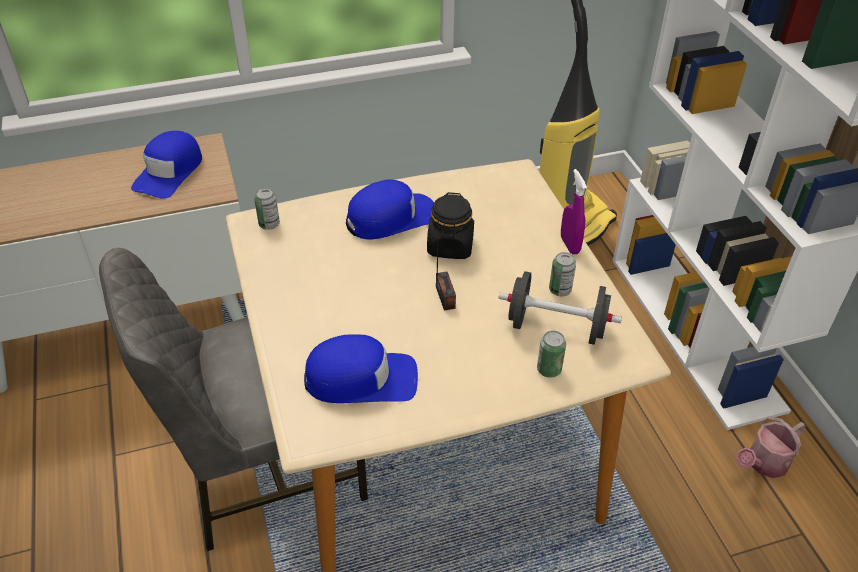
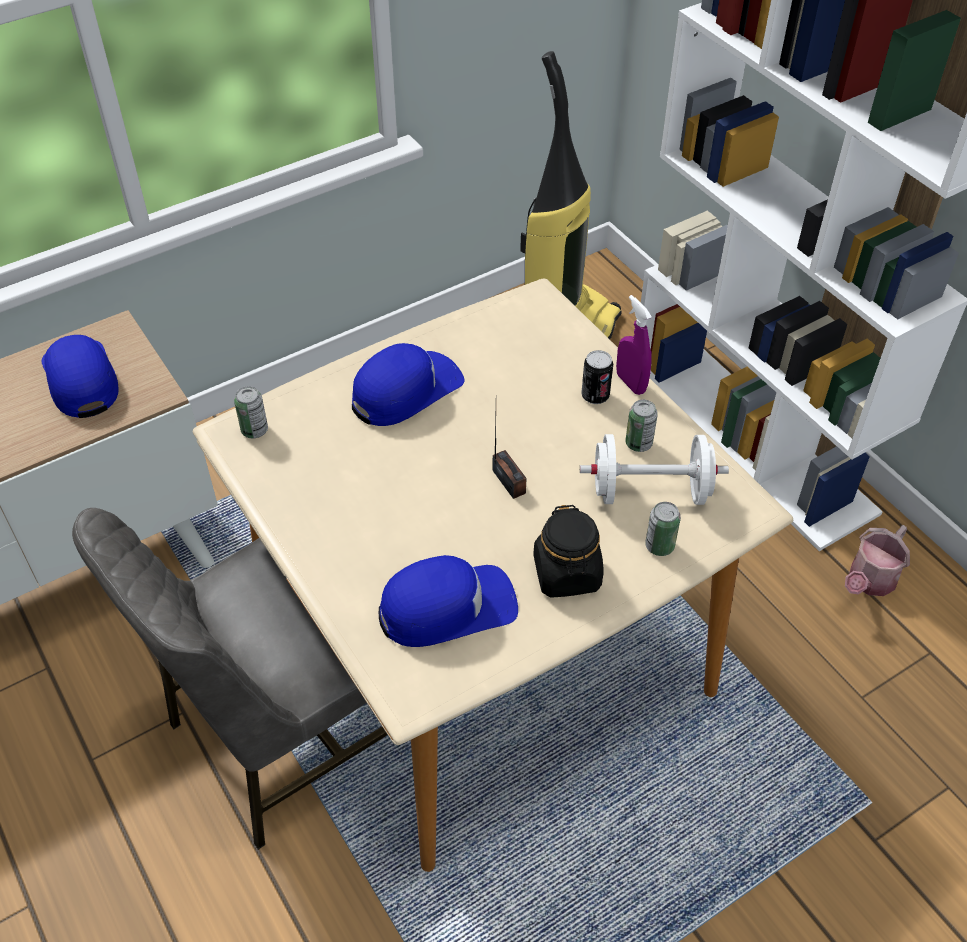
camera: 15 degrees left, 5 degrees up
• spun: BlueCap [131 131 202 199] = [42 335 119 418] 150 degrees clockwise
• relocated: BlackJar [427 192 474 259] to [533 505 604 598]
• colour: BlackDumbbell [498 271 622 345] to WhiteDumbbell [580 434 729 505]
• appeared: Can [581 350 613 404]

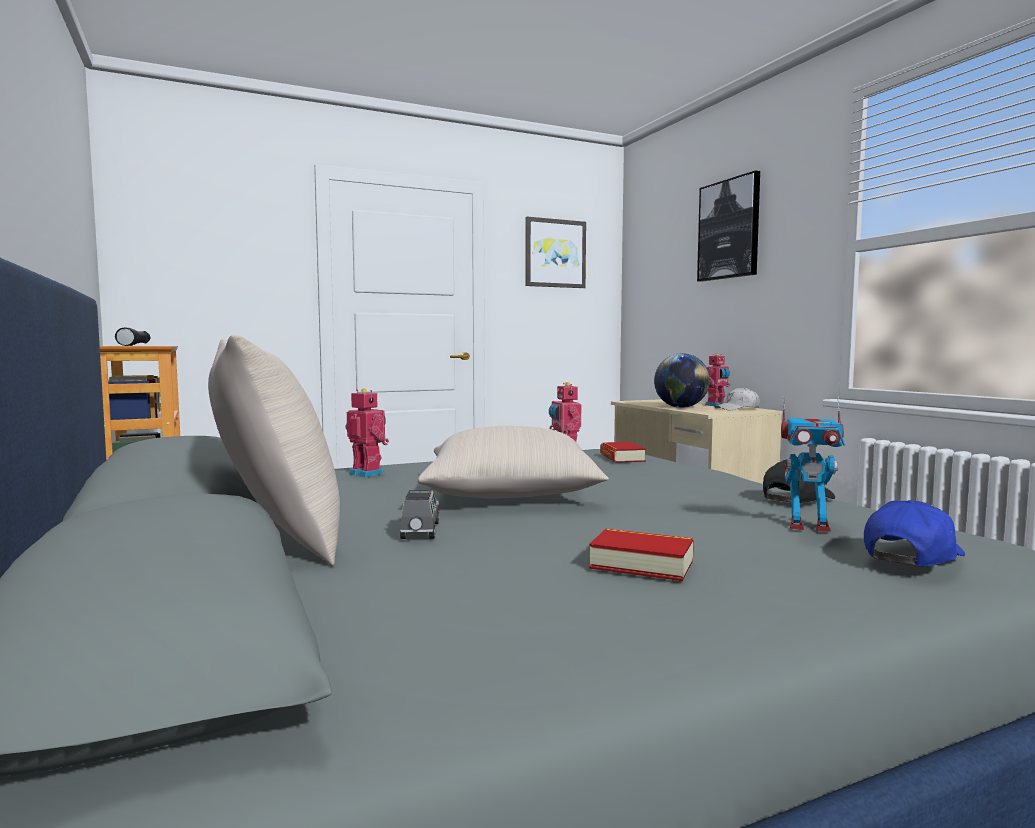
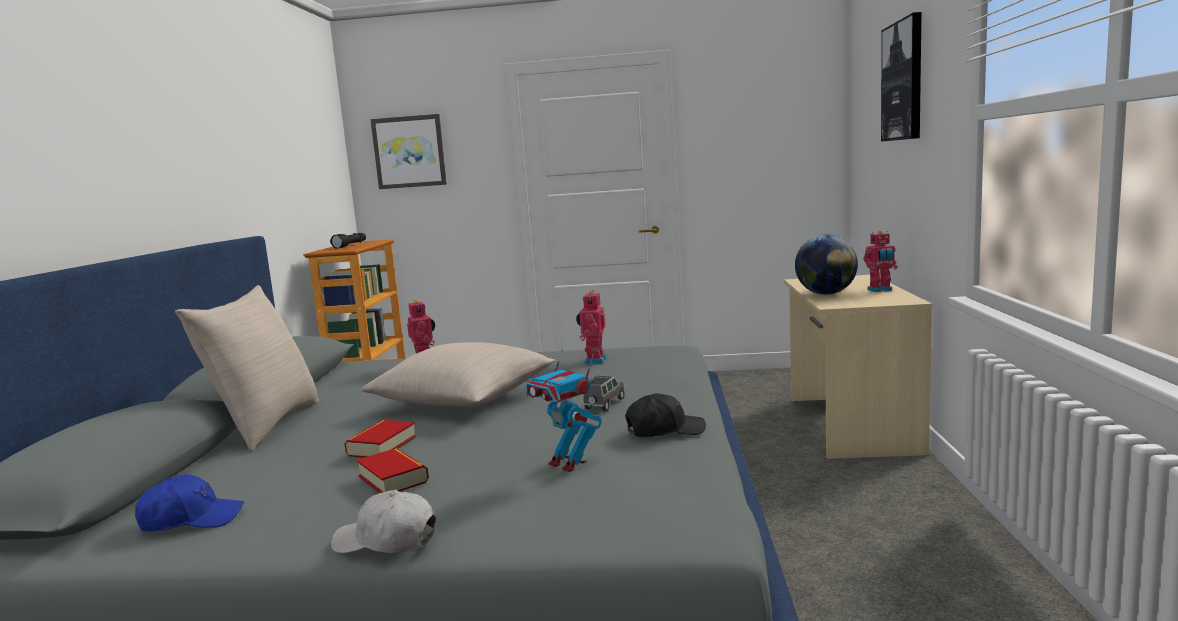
camera: 30 degrees right, 5 degrees up
• relocated: BlueCap [864 500 965 567] to [135 474 244 532]
• relocated: WhiteCap [715 387 760 410] to [331 490 436 553]
• relocated: Book [600 442 646 463] to [344 420 416 458]
• relocated: Picture [526 217 586 288] to [371 114 447 189]
• relocated: GreyToyCar [400 490 439 539] to [584 375 625 411]

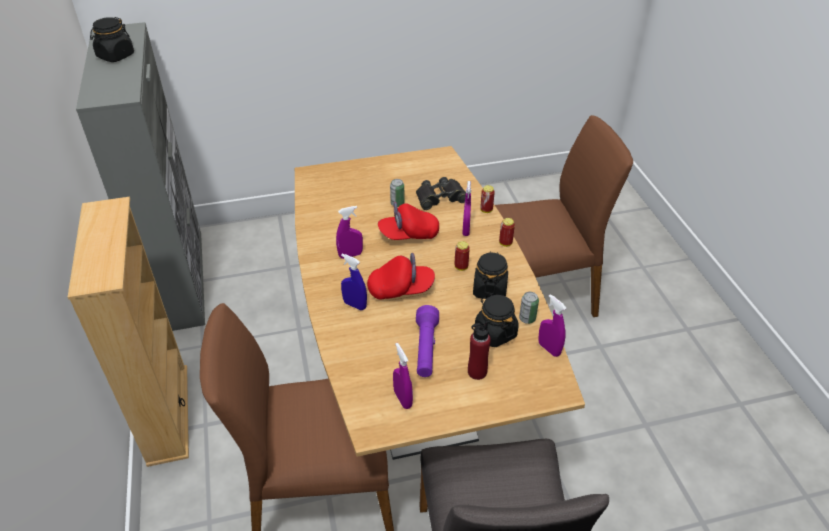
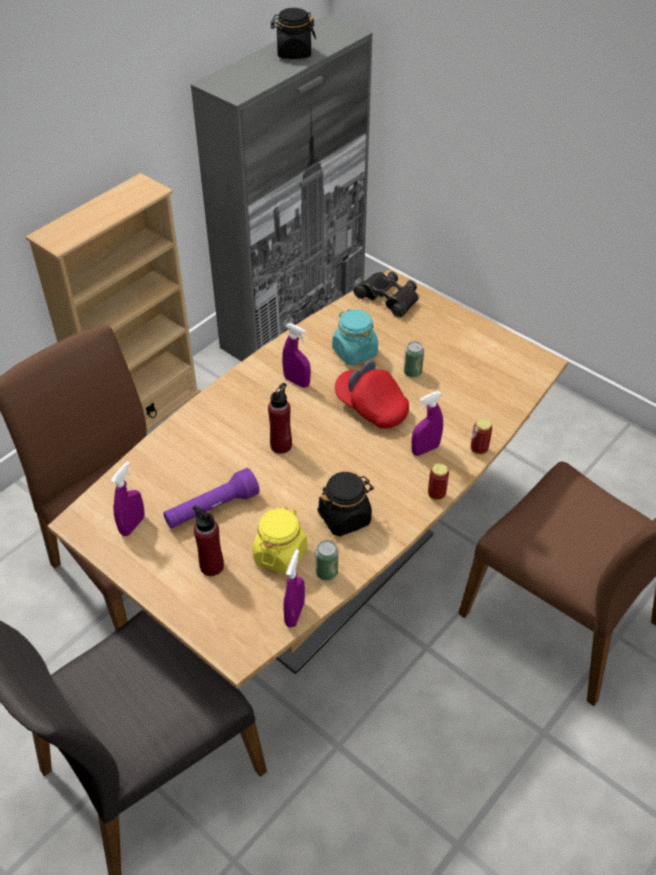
camera: 55 degrees right, 5 degrees up
• colour: BlackJar [474 294 519 347] to YellowJar [252 506 307 574]
• exchanged: RedCap [367 253 435 300] to RedBottle [268 383 292 454]
• appeared: TurquoiseJar [332 309 378 365]
• relocated: BlackBinoculars [416 177 466 210] to [353 271 419 318]
• missing: BlueSprayBottle [341 254 367 310]
• missing: Can [455 241 470 271]

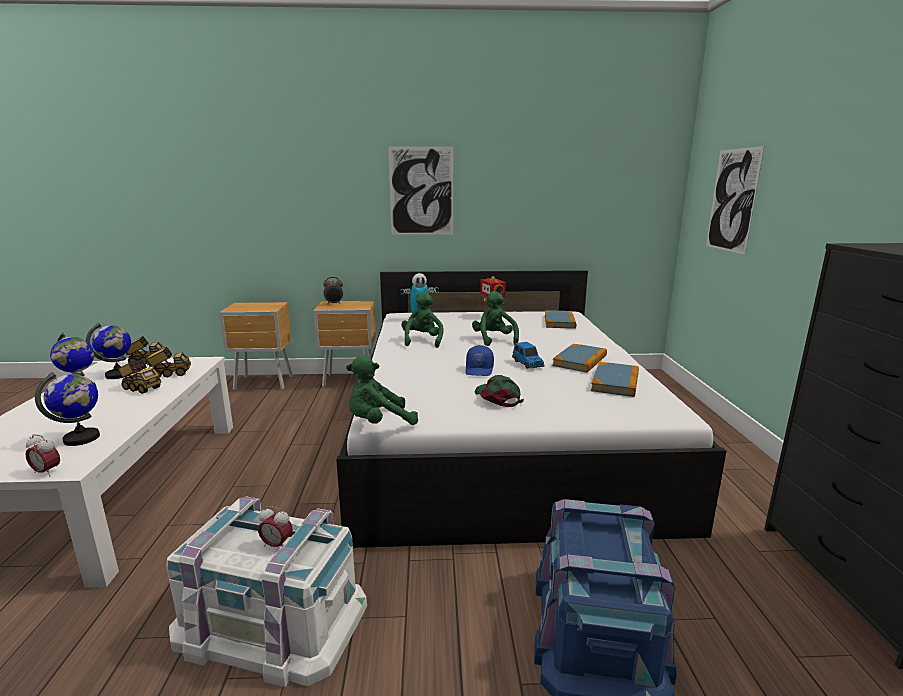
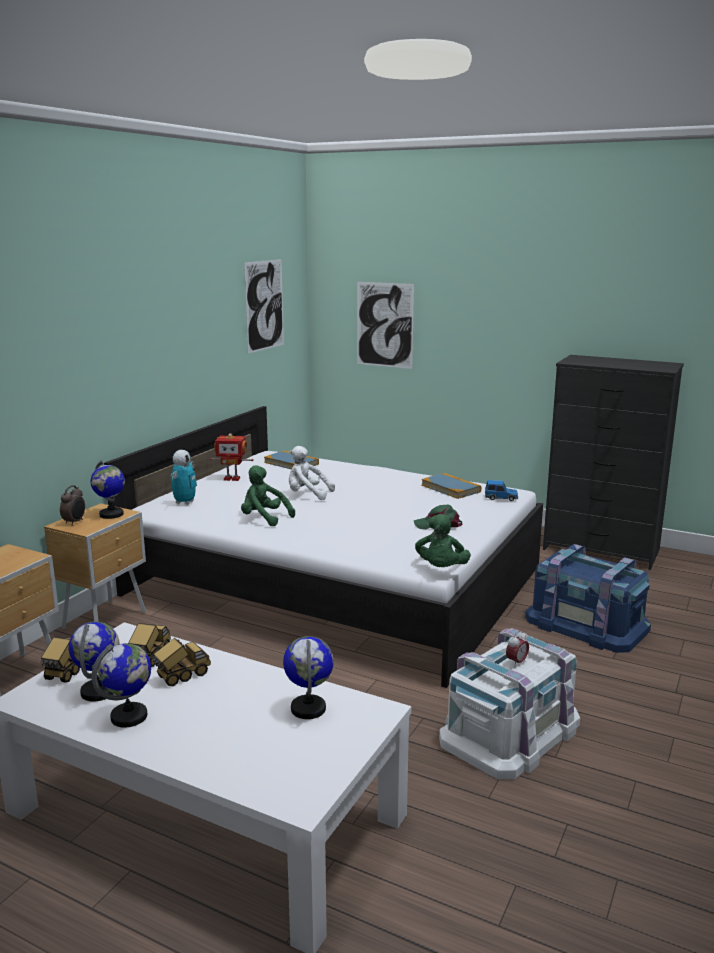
camera: 60 degrees left, 0 degrees up
• appeared: Globe [91 460 125 519]
• relocated: Picture [388 147 453 235] to [244 259 284 354]
• colour: GreenPlushToy [472 291 519 346] to WhitePlushToy [289 446 335 500]
• relocated: ToyCar [512 342 545 369] to [485 480 518 501]
• missing: AlarmClock [25 434 60 477]
• missing: BlueCap [465 345 494 376]
• missing: Book [552 344 607 373]

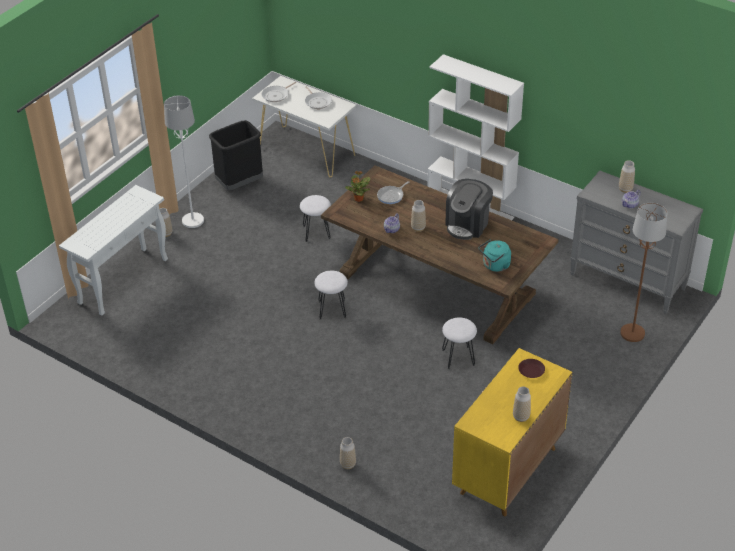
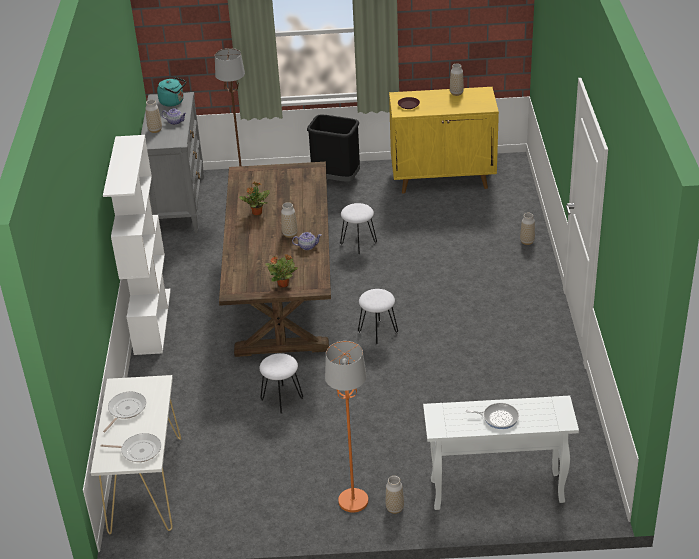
camera: 125 degrees left, 5 degrees down
• relocated: TurquoiseKettle [479 240 511 272] to [157 77 186 107]
• exchanged: CoffeeMachine [445 179 493 240] to PottedPlant [239 182 270 216]
• relocated: BlackTrashCan [209 120 263 190] to [307 115 360 182]
• colour: WhiteFloorLamp [164 95 204 228] to OrangeFloorLamp [325 341 368 512]
• relocated: FryingPan [377 181 409 204] to [465 403 519 429]

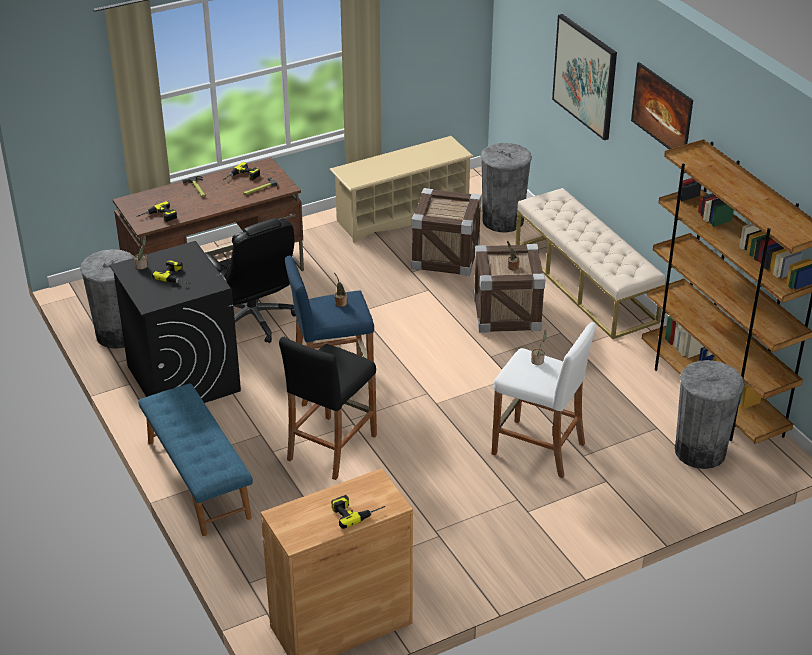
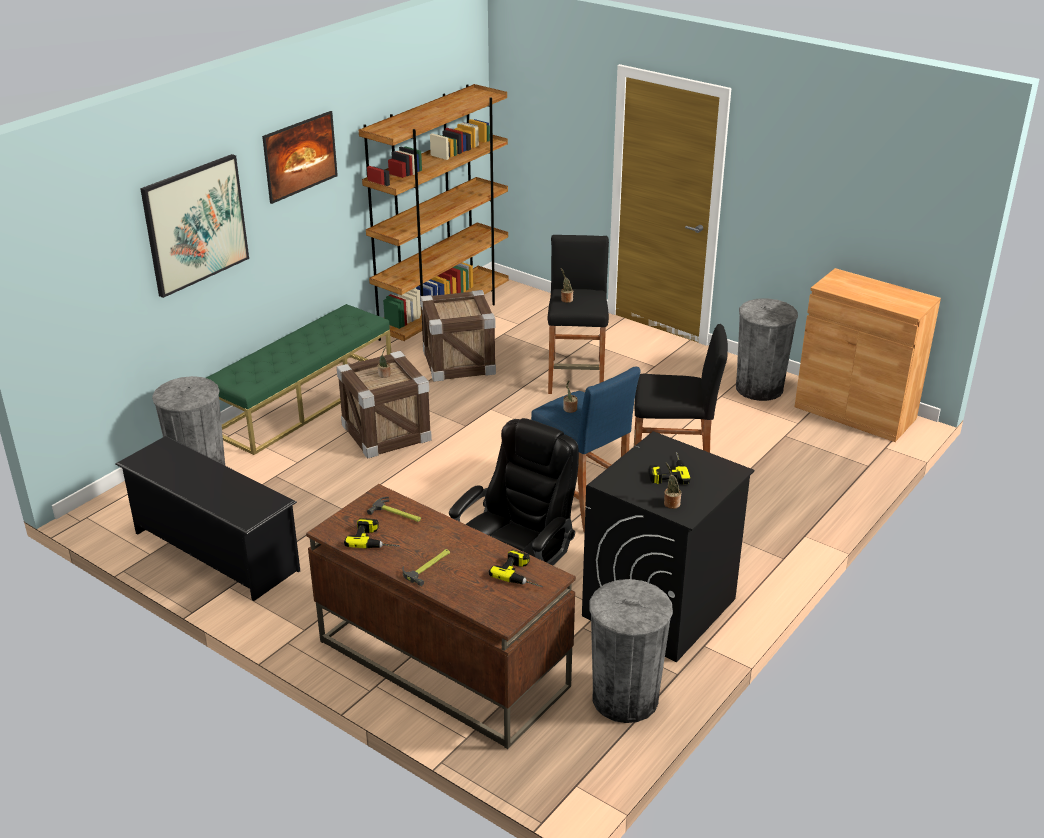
camera: 115 degrees left, 5 degrees down
• colour: BeigeShoeRack [329 136 474 242] to BlackShoeRack [115 436 300 601]
• colour: BeigeBench [515 188 666 339] to GreenBench [206 304 391 455]
• relocated: Crate [411 188 482 276] to [420 290 496 382]
• colour: WhiteStool [492 322 596 478] to BlackStool [548 235 609 394]
• relocated: GreyTrashCan [675 360 744 469] to [736 298 798 401]
• missing: BlueBench [138 383 253 536]
• missing: PowerDrill [331 495 385 529]

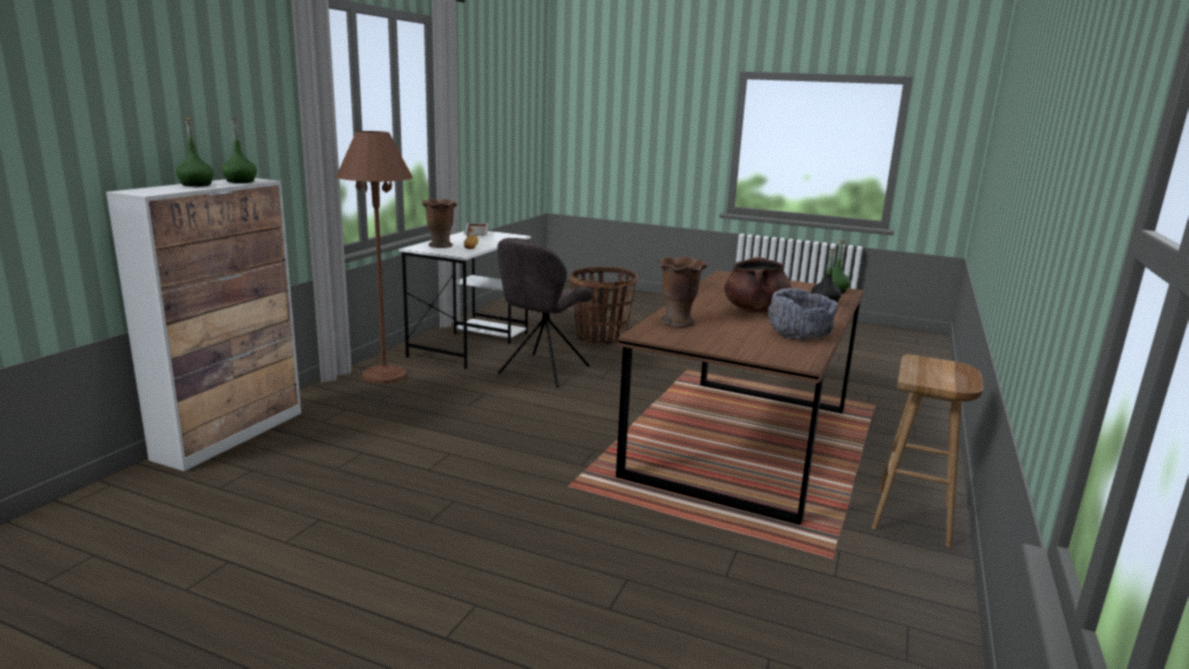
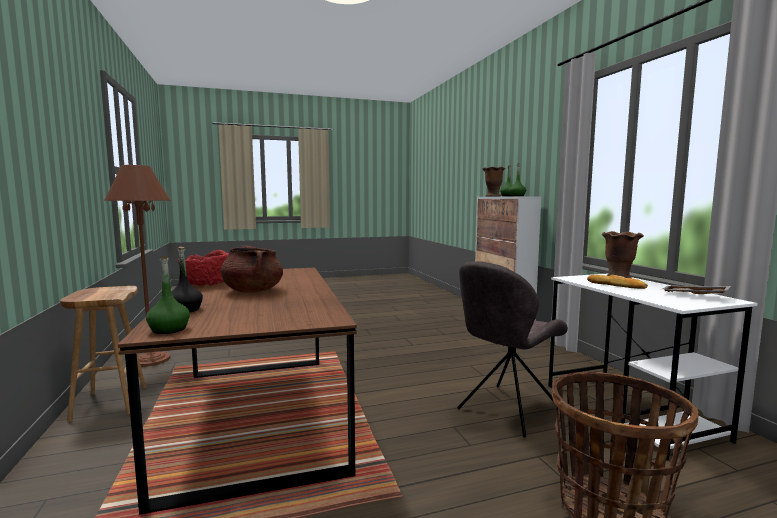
camera: 140 degrees right, 10 degrees down
• relocated: BrownFloorLamp [336 131 413 384] to [104 165 171 367]
• colour: GreyBowl [768 288 838 339] to RedBowl [178 250 229 286]
• spun: GreyChair [497 238 593 387] = [457 261 568 438] 120 degrees counterclockwise
• relocated: BrownVase [658 257 708 327] to [482 167 505 197]

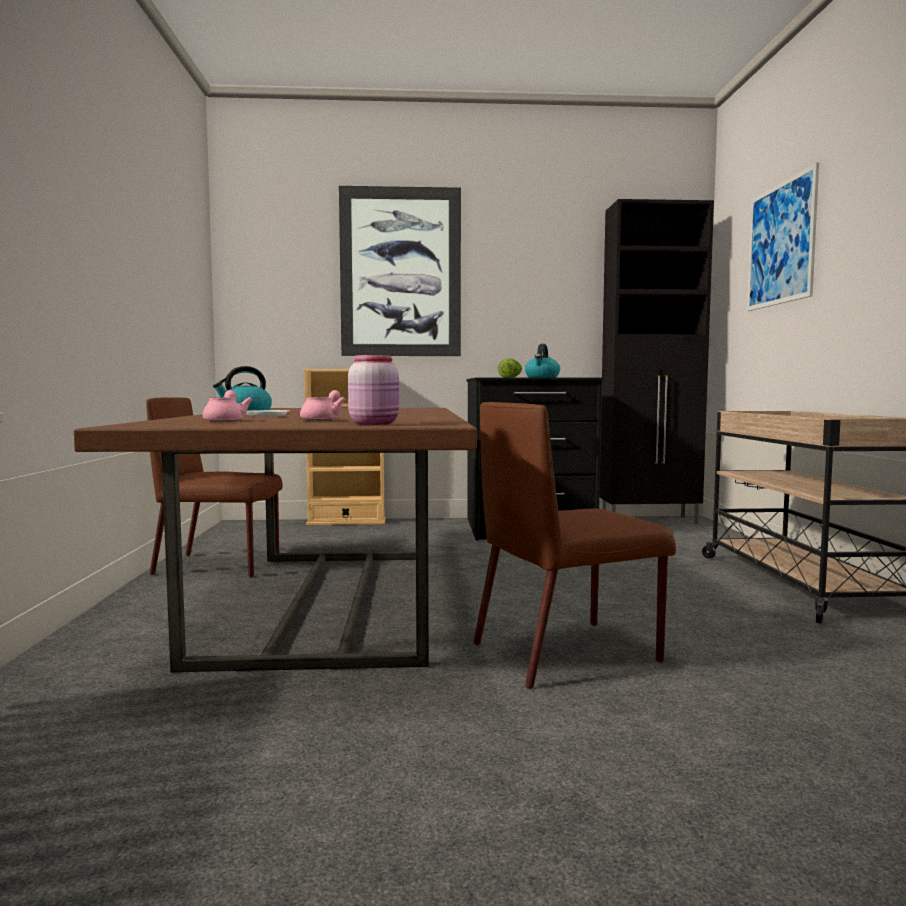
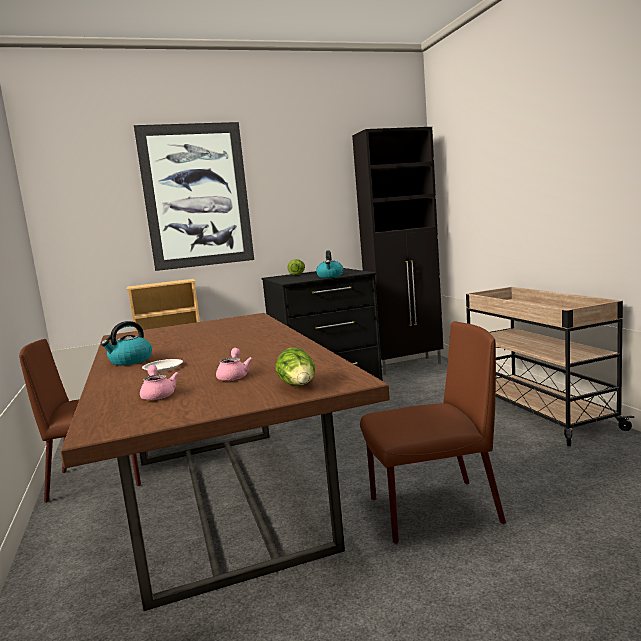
camera: 15 degrees left, 5 degrees up
• exchanged: PinkJar [348 355 399 425] to Lettuce [276 347 315 386]
• spun: BrownChair [473 402 676 689] = [360 321 506 544] 150 degrees counterclockwise
• missing: Picture [747 163 819 311]

